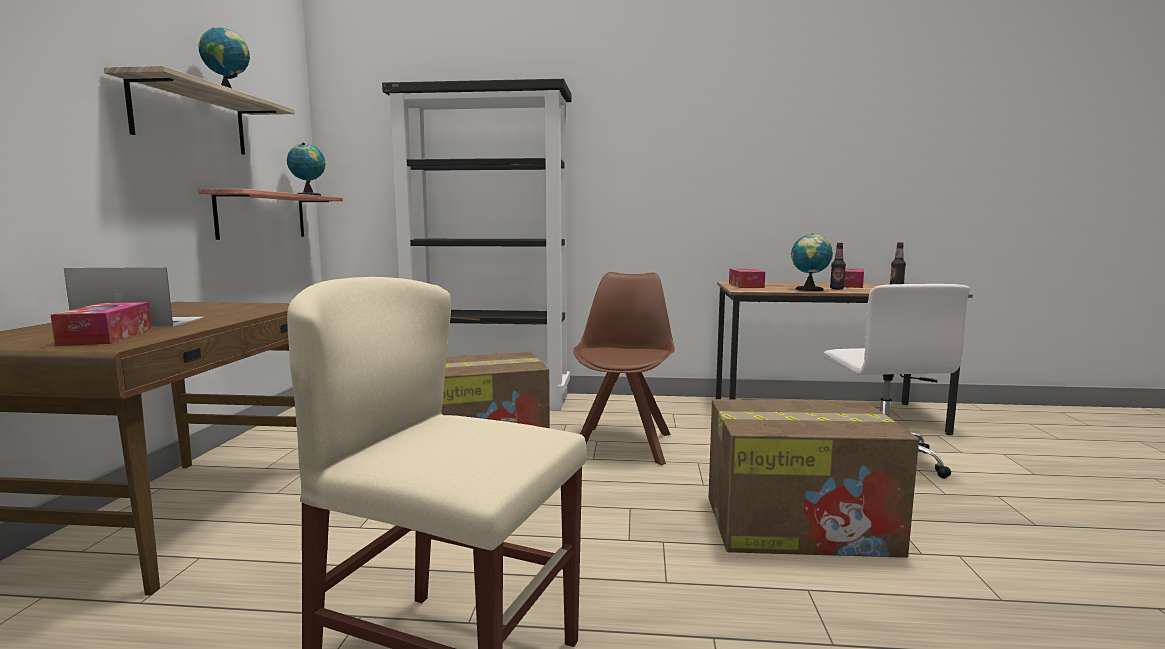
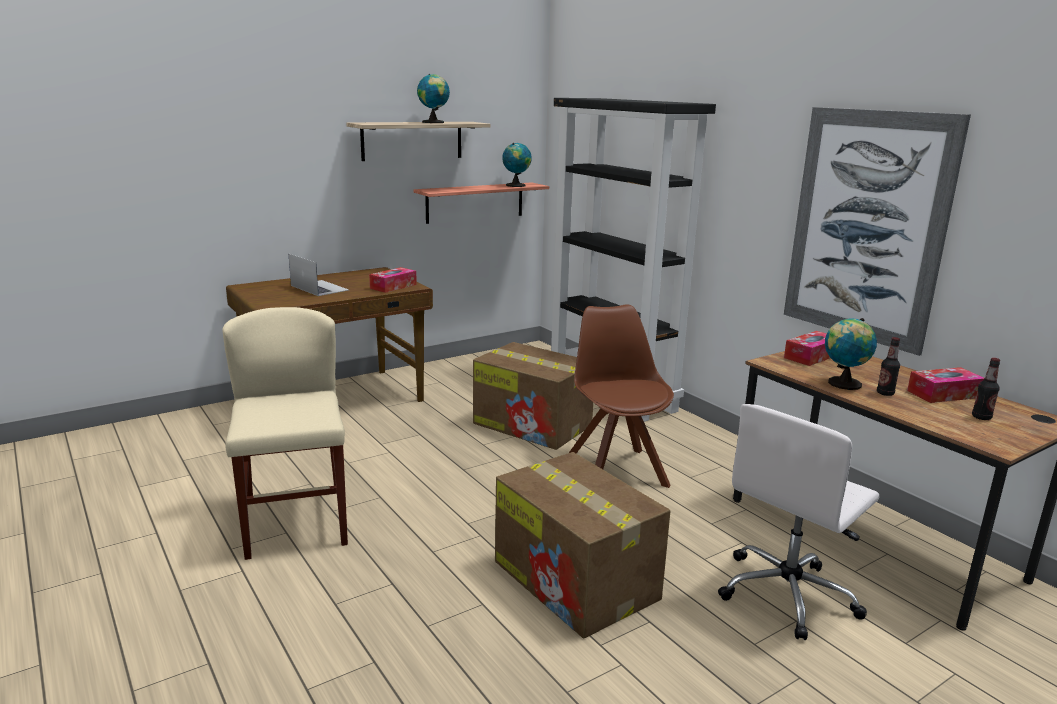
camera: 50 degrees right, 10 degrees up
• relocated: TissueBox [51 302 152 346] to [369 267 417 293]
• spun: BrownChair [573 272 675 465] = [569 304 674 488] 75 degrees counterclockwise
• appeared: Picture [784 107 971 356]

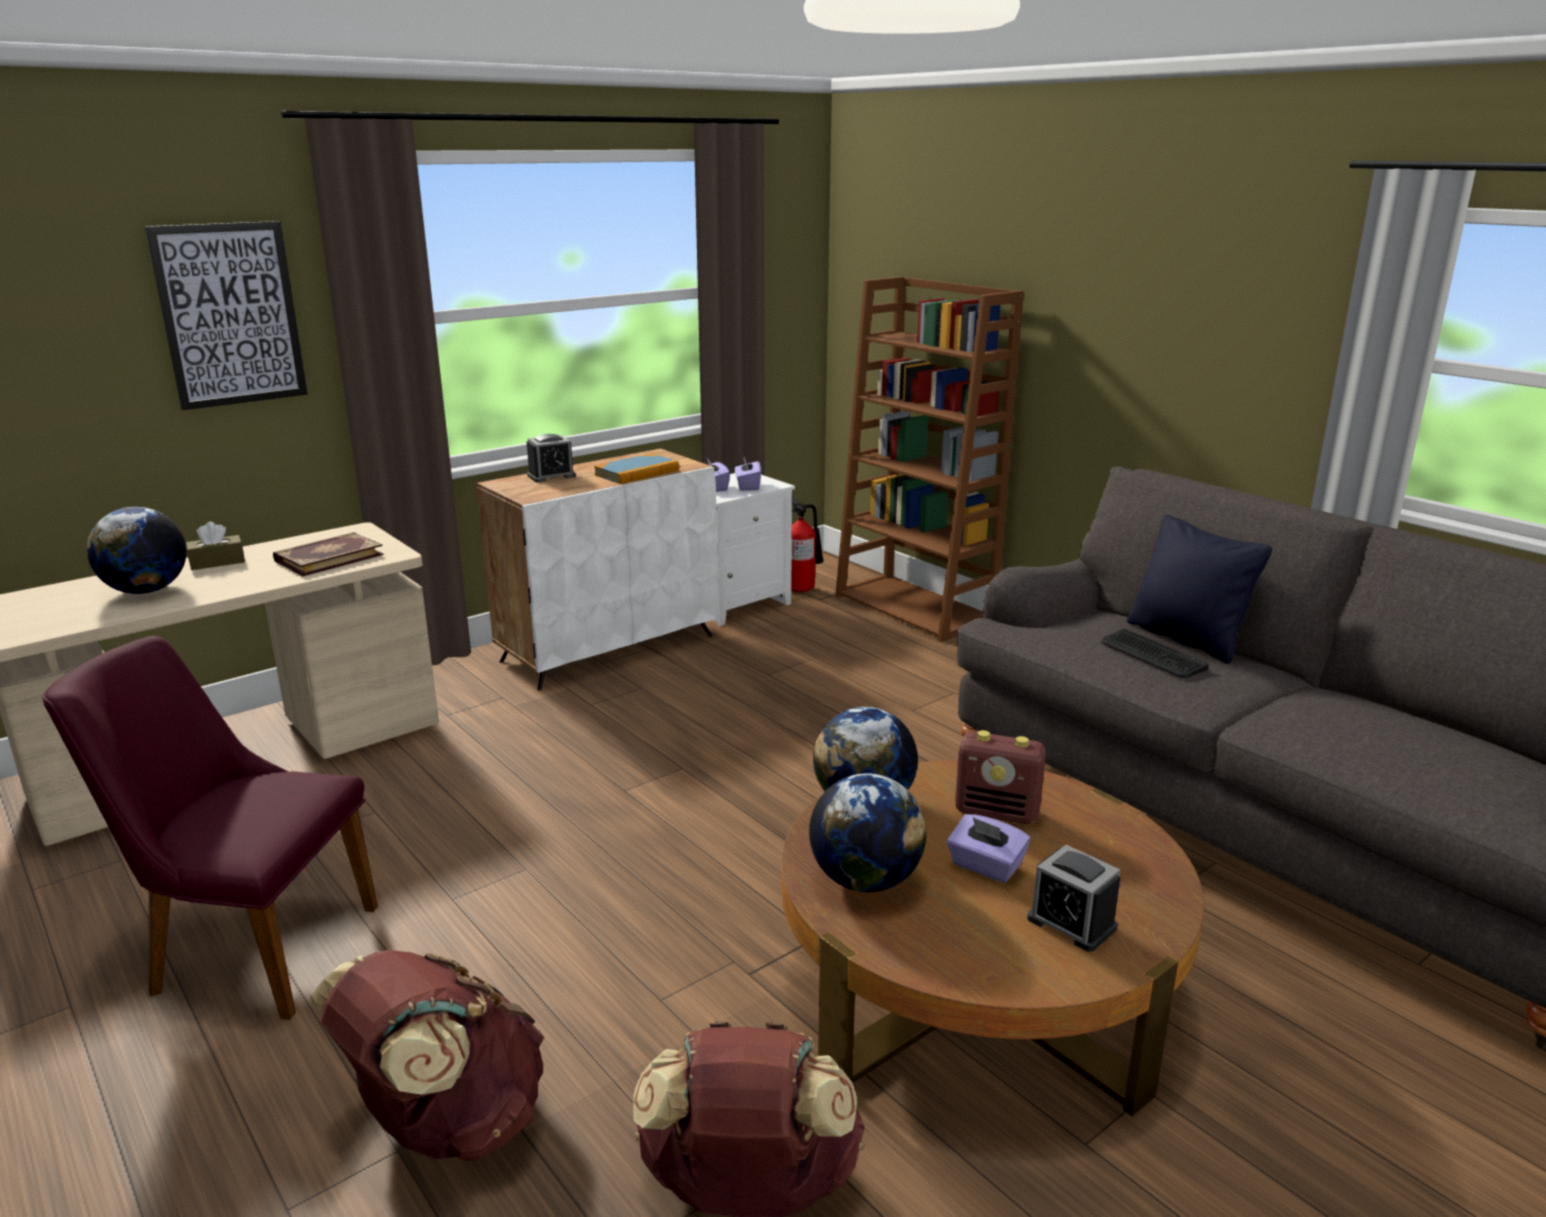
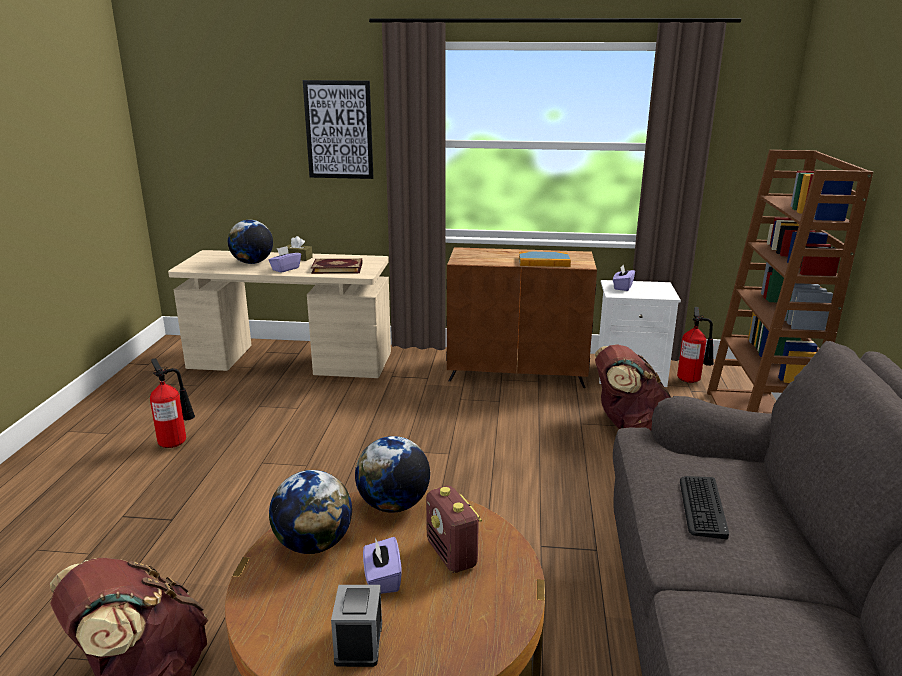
camera: 45 degrees right, 0 degrees up
• exchanged: PurpleChair [42 636 378 1020] to FireExtinguisher [150 358 195 448]
• relocated: PurpleTissueBox [735 457 761 491] to [268 246 301 273]
• colour: WhiteCabinet [477 448 718 691] to BrownCabinet [446 247 597 388]
• relocated: BrownBackpack [309 950 545 1161] to [595 345 671 431]
• missing: AlarmClock [526 434 576 482]
• missing: BlackPillow [1127 515 1272 664]

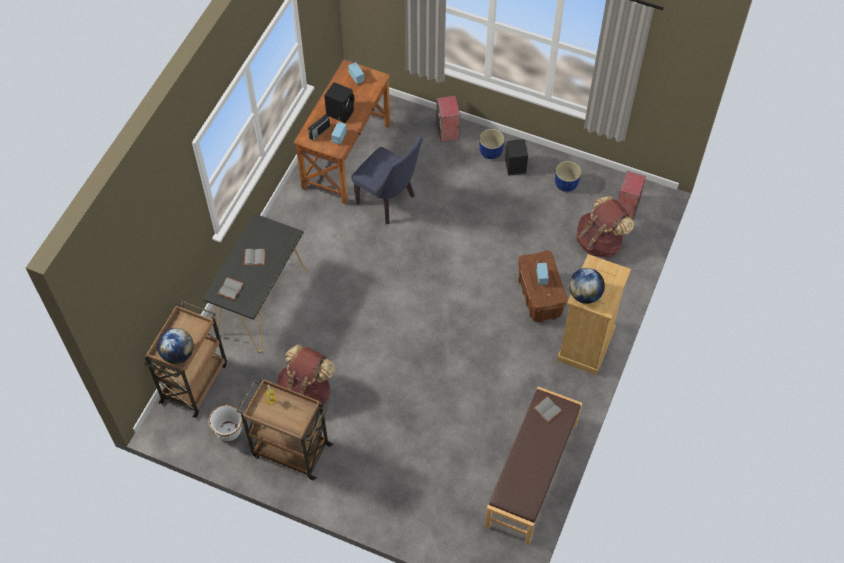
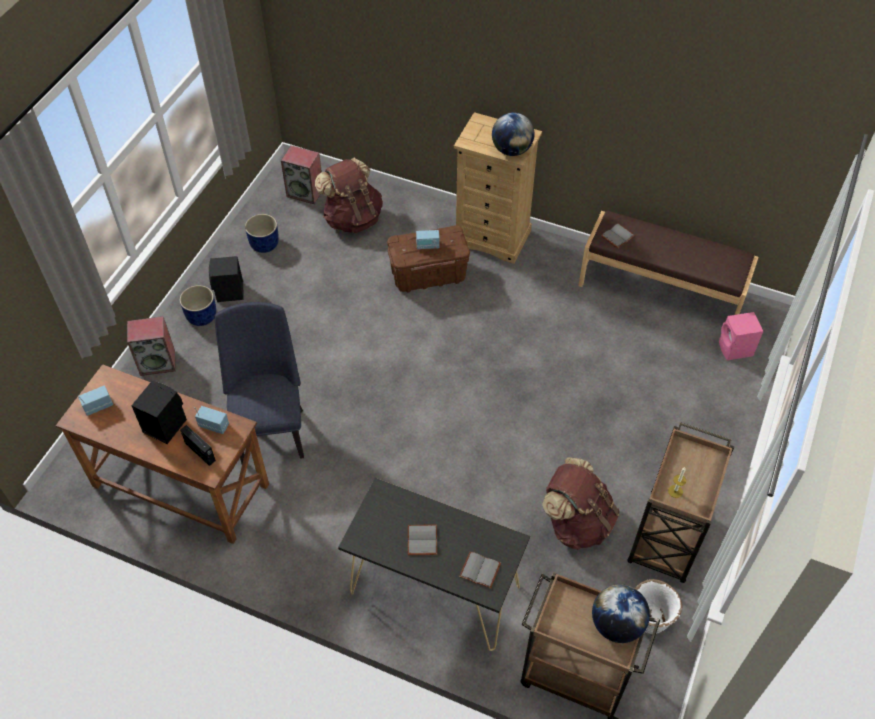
camera: 90 degrees left, 5 degrees down
• spun: BlueChair [351 136 422 224] = [215 302 304 464] 45 degrees counterclockwise
• appeared: PinkSpeaker [719 312 763 360]

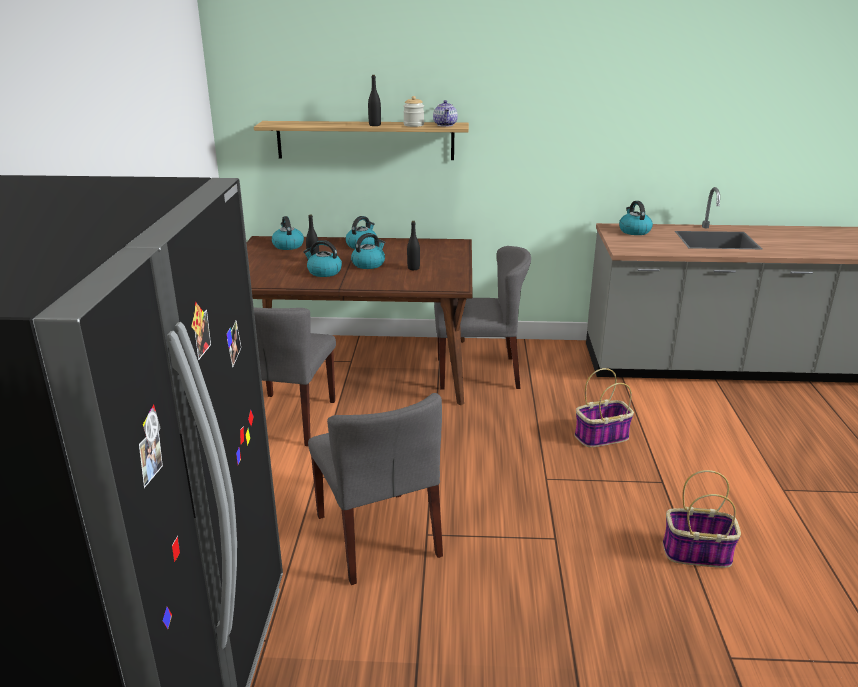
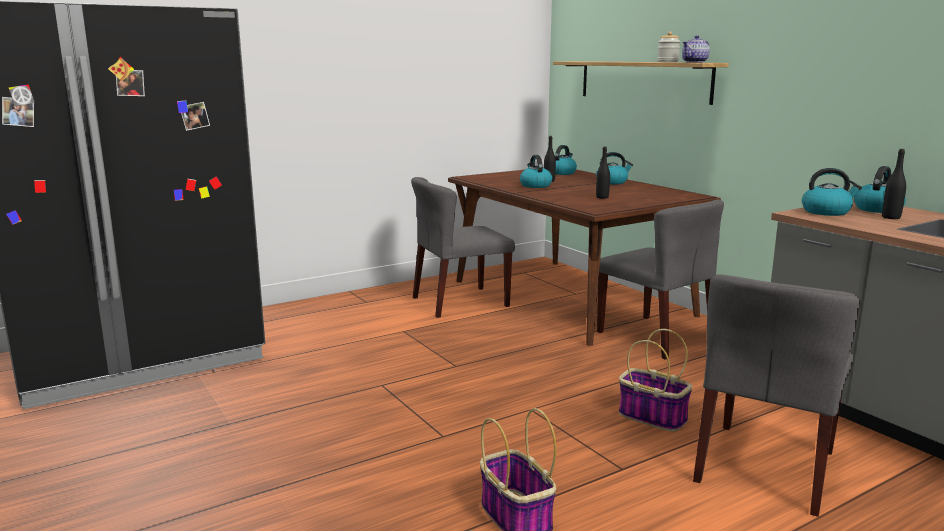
camera: 55 degrees right, 10 degrees down
• relocated: GreyChair [308 393 443 585] to [693 274 860 517]
• relocated: Kettle [351 233 385 269] to [802 168 862 216]
• relocated: BlackBottle [368 75 381 126] to [882 149 906 219]

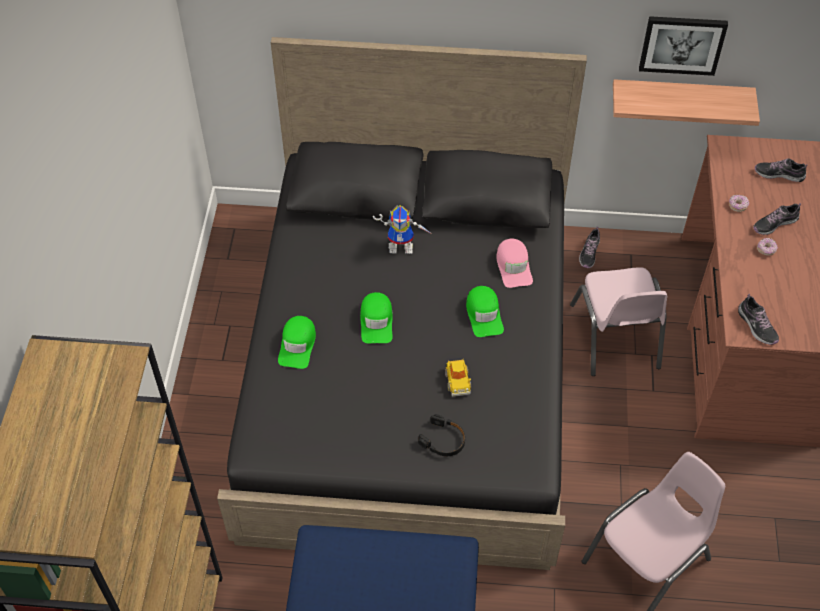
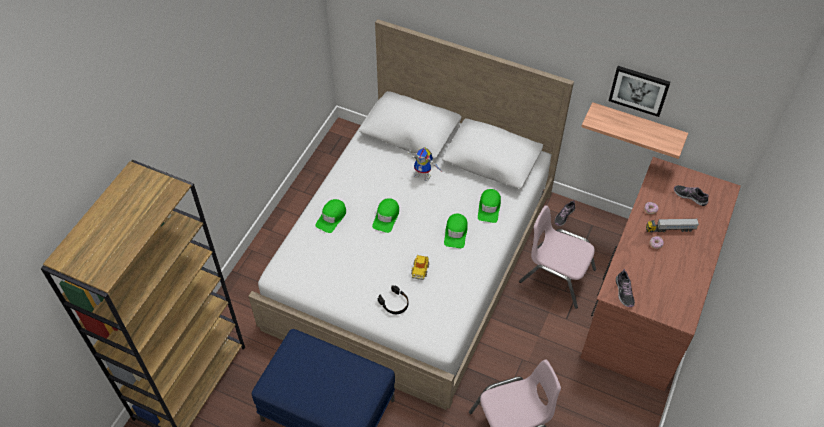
camera: 20 degrees right, 0 degrees up
• colour: BlackBed [217 37 587 570] to WhiteBed [248 19 574 410]
• colour: PinkCap [496 239 533 288] to GreenCap [478 189 501 223]
• spun: PinkChair [570 267 667 376] = [519 205 596 309] 105 degrees clockwise
• exchanged: Shoe [753 203 801 235] to ToyTruck [646 219 699 232]

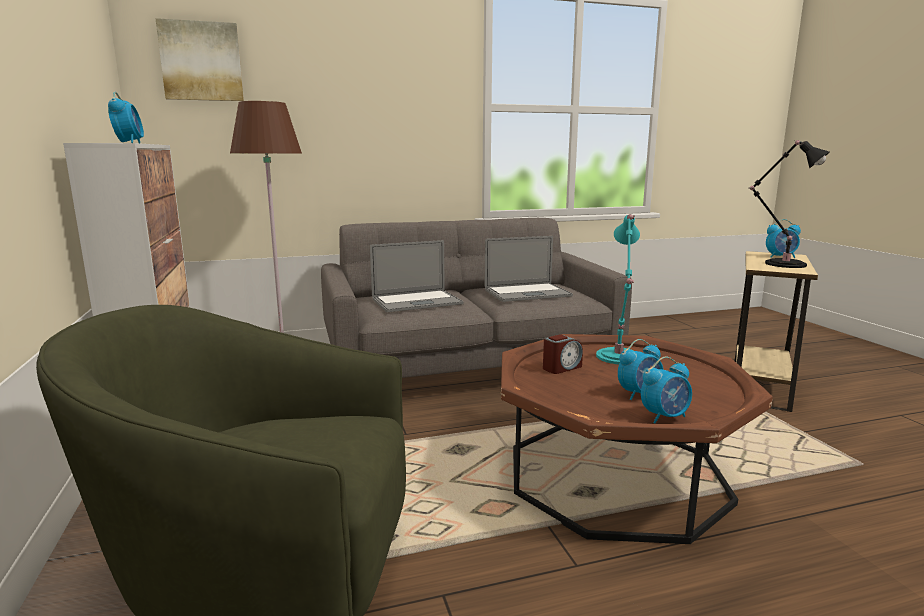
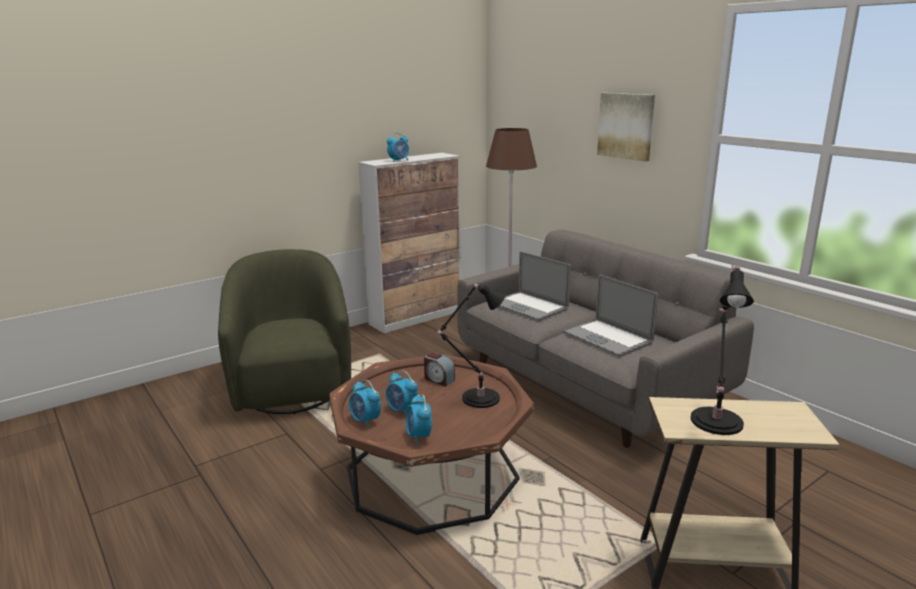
camera: 70 degrees right, 5 degrees up
• relocated: AlarmClock [766 219 801 258] to [406 394 432 444]
• colour: TurquoiseTableLamp [596 214 640 364] to BlackTableLamp [436 283 506 408]
• relocated: Picture [155 18 244 101] to [597 93 655 162]

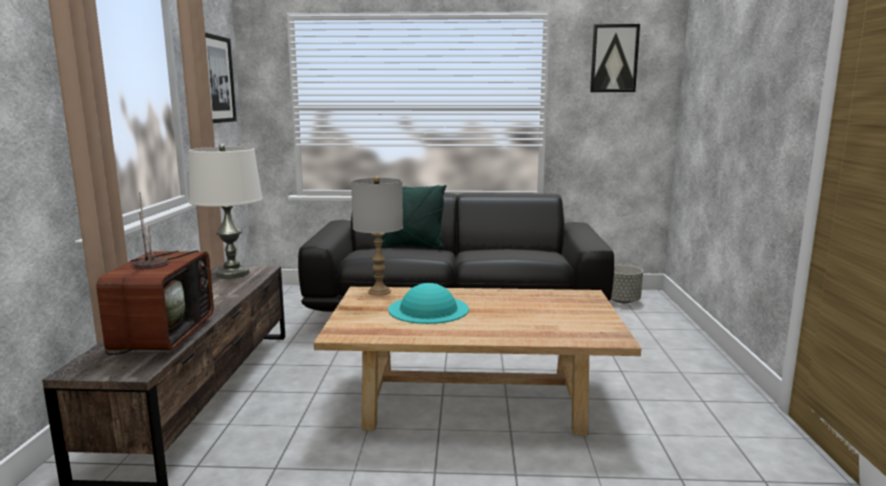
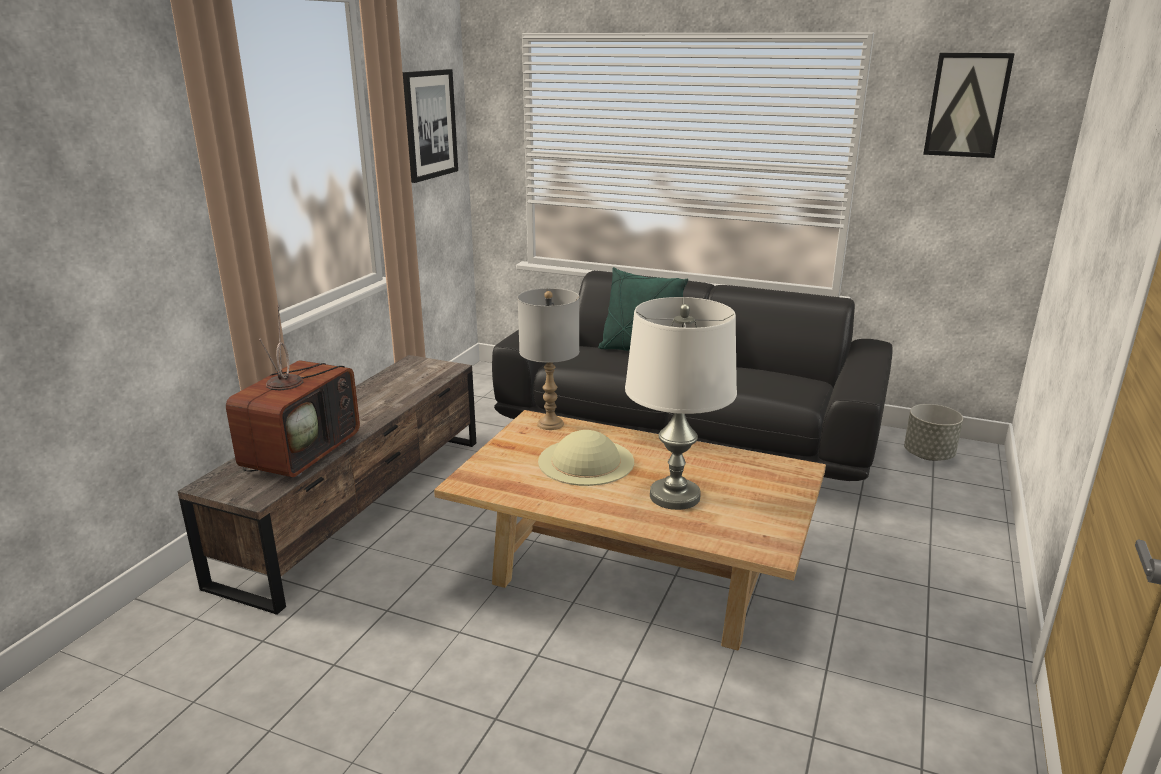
camera: 20 degrees right, 10 degrees up
• colour: TurquoiseHat [388 283 469 324] to BeigeHat [538 430 634 486]
• relocated: WhiteTableLamp [189 144 263 279] to [625 297 737 510]

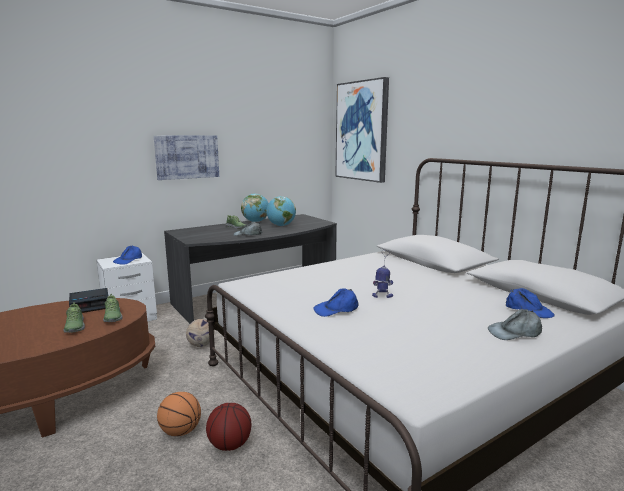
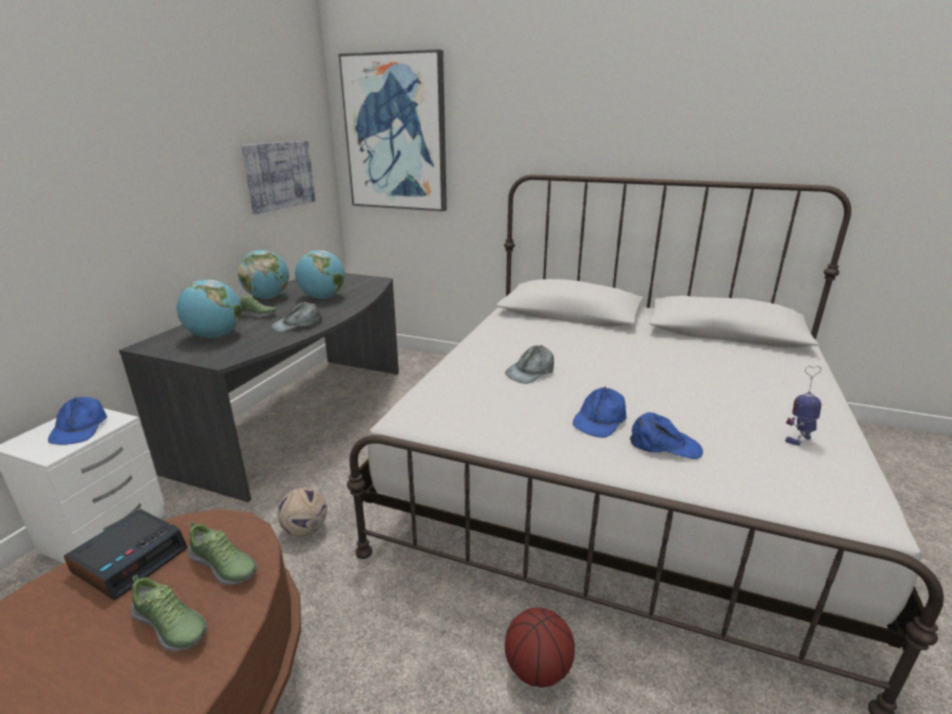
camera: 35 degrees left, 10 degrees up
• appeared: Globe [177 279 242 338]
• relocated: Picture [154 135 219 180] to [241 141 315 214]
• relocated: GreyCap [488 309 542 340] to [505 345 554 384]
• relocated: BlueCap [506 288 555 318] to [630 412 703 459]
• relocated: ToyRobot [372 250 393 298] to [785 366 822 446]
• missing: Basketball [157 392 201 436]

